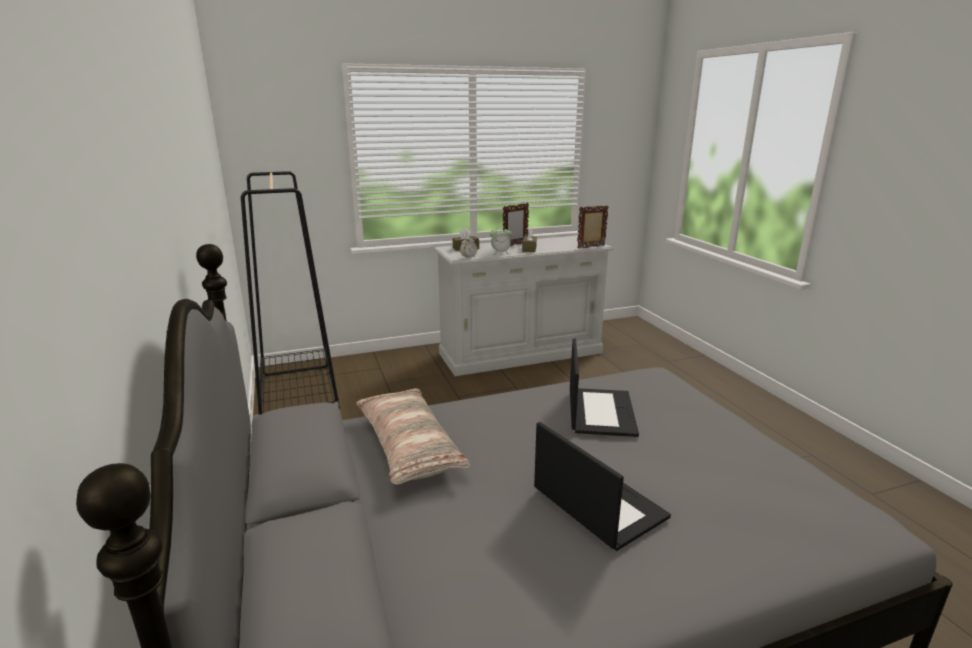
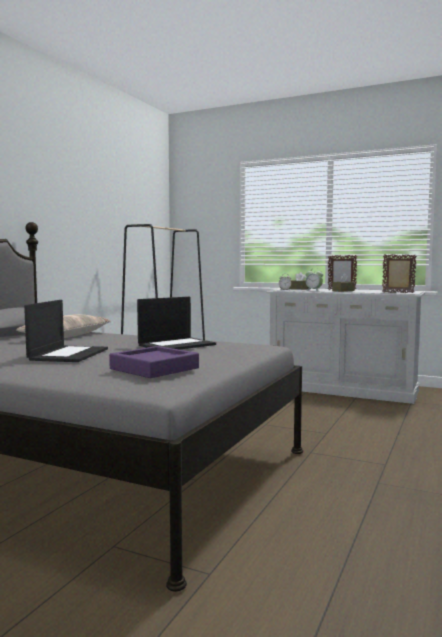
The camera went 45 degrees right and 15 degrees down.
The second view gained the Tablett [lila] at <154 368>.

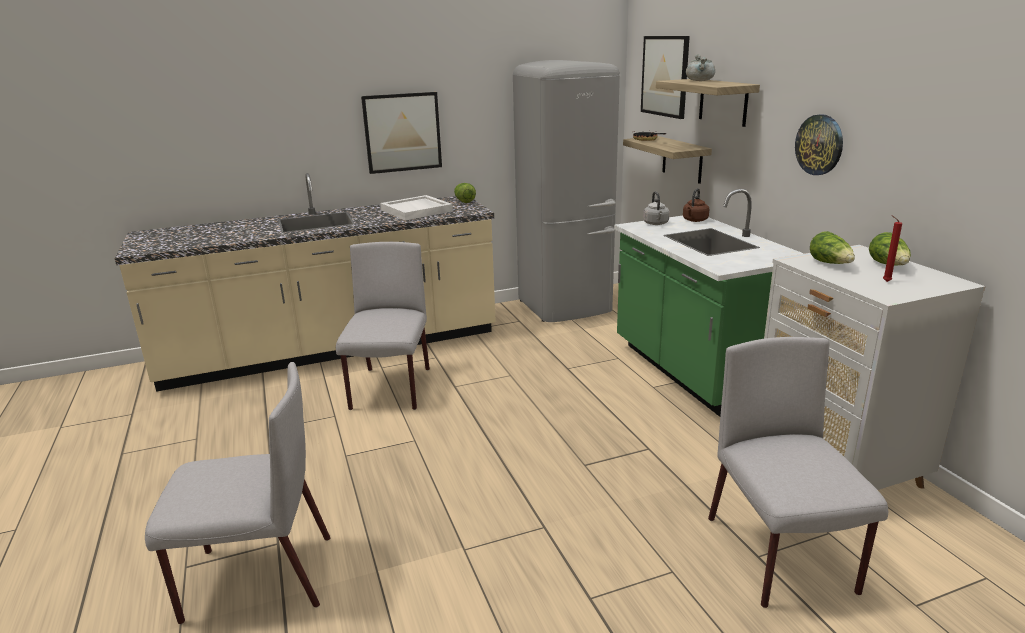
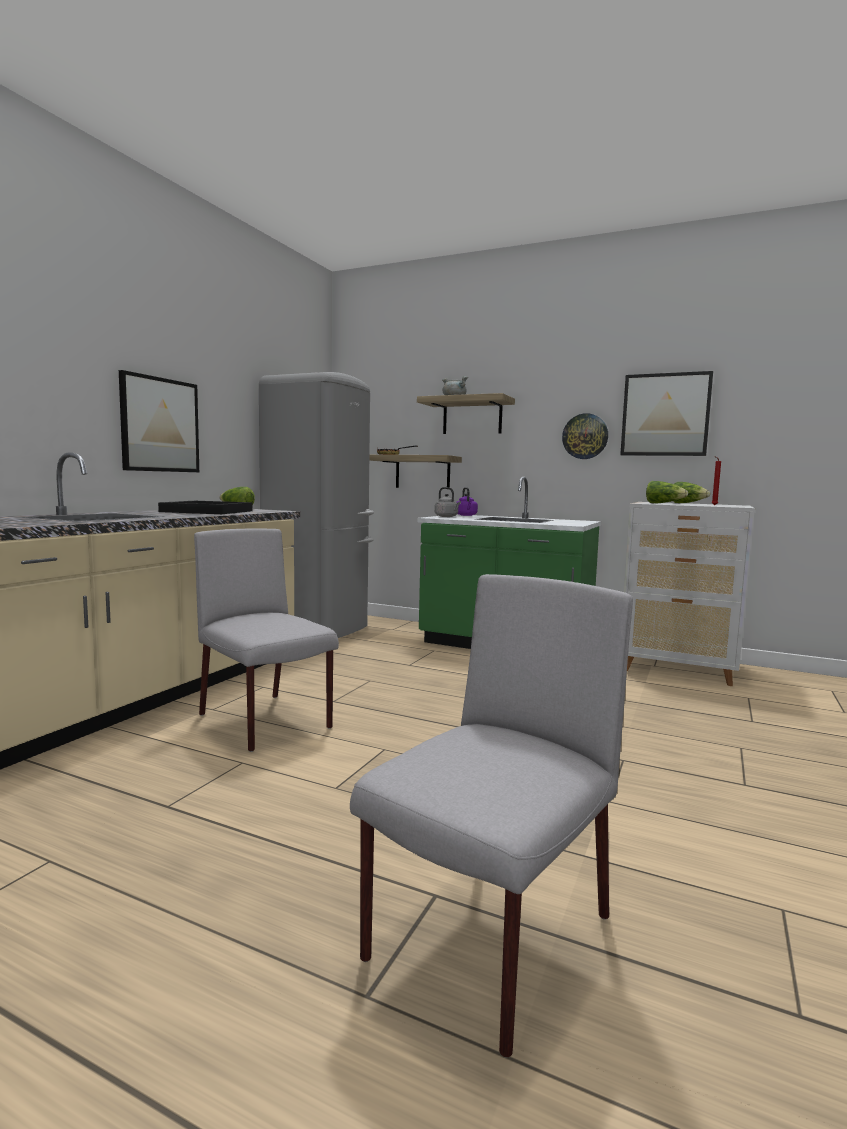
The camera went 45 degrees left and 15 degrees down.
What was the Tablett [weiß] at <417 210> turned into the Tablett [schwarz] at <208 511>.
The Bild ended up elsewhere, having gone from <665 76> to <665 415>.
What was the Wasserkessel [braun] at <694 220> turned into the Wasserkessel [lila] at <466 515>.
The second view lost the Stuhl [grau] at <781 556>.

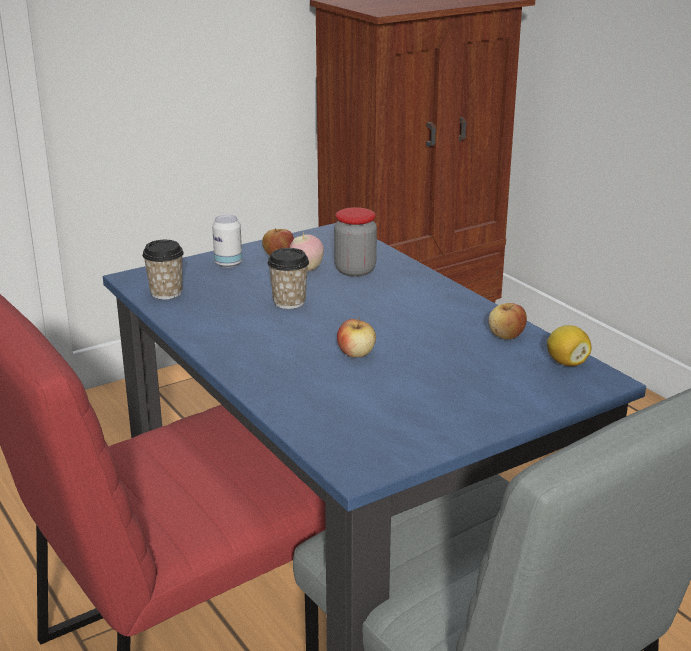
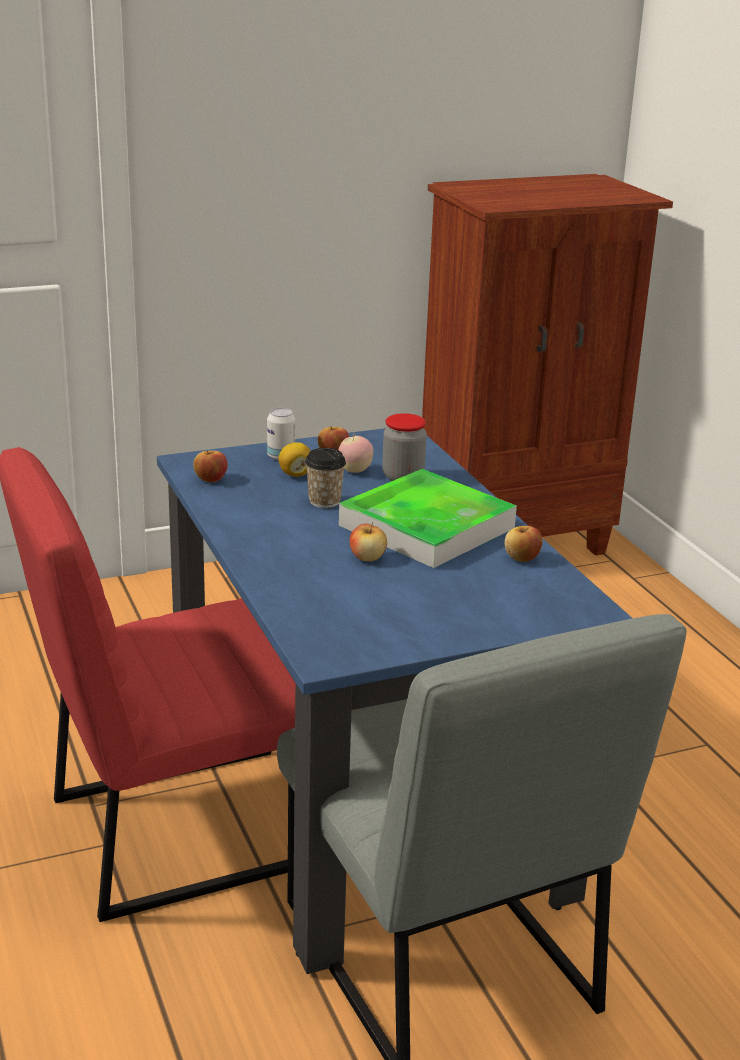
The camera went 10 degrees right and 0 degrees up.
Where the Tasse stood at <166 293>, the Apfel came to stand at <210 479>.
The Zitrone ended up elsewhere, having gone from <566 362> to <295 474>.
The second view gained the Tablett at <427 526>.

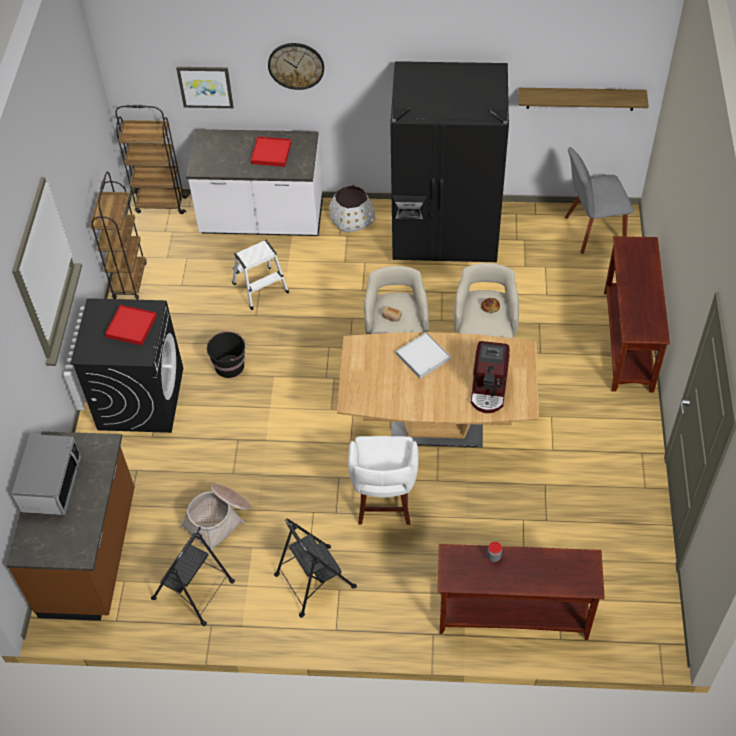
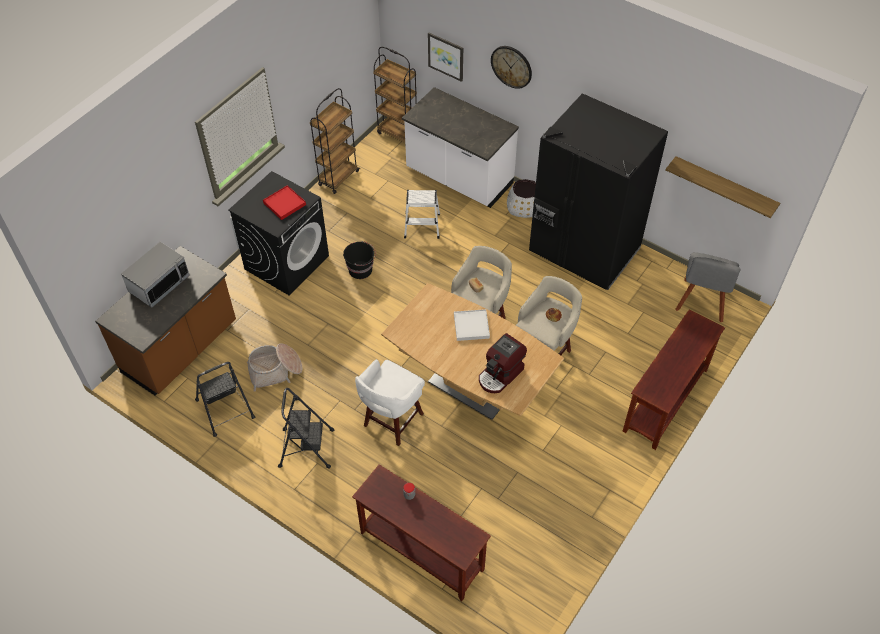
The camera went 30 degrees right and 0 degrees up.
The second view lost the Tablett [rot] at <271 153>.
The Stuhl [grau] at <591 231> ended up facing another way, 90 degrees counterclockwise from before.

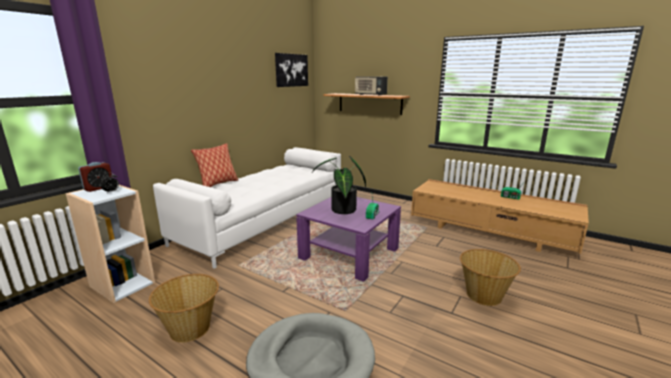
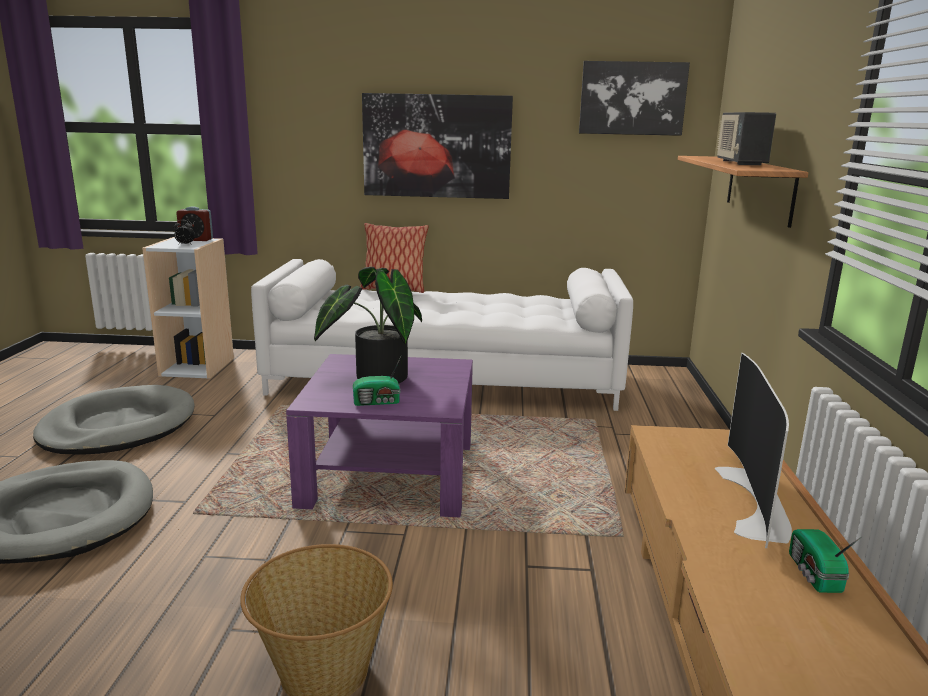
The camera went 60 degrees right and 0 degrees up.
Where the Korb stood at <190 329>, the Hundebett [grau] came to stand at <118 427>.
The second view gained the Bild at <437 146>.
The second view gained the Fernseher at <757 502>.

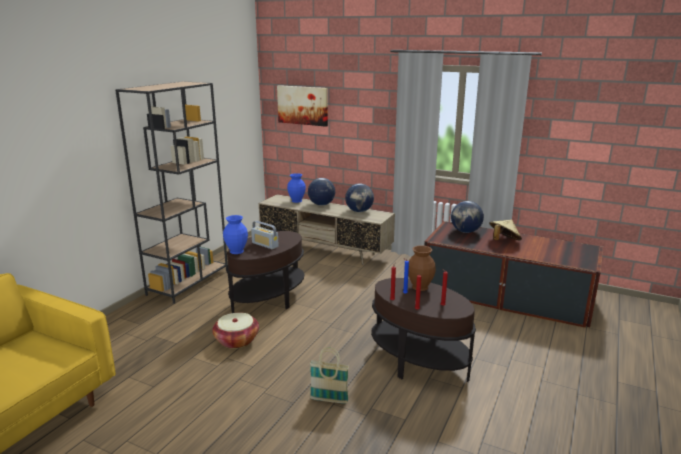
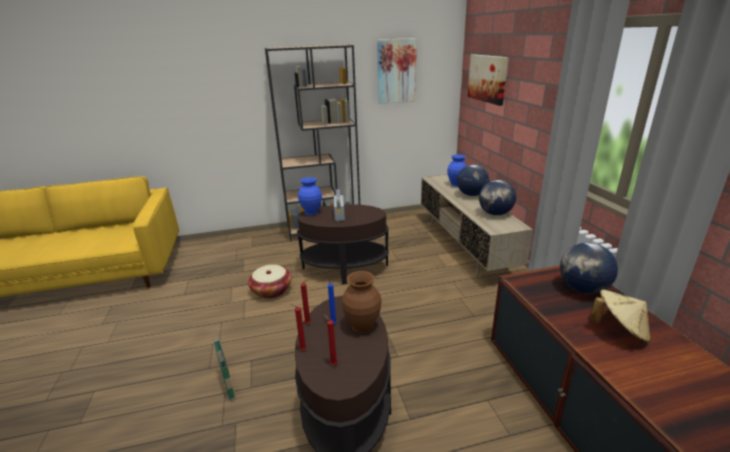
The camera went 50 degrees right and 5 degrees up.
The second view gained the Bild at <396 71>.

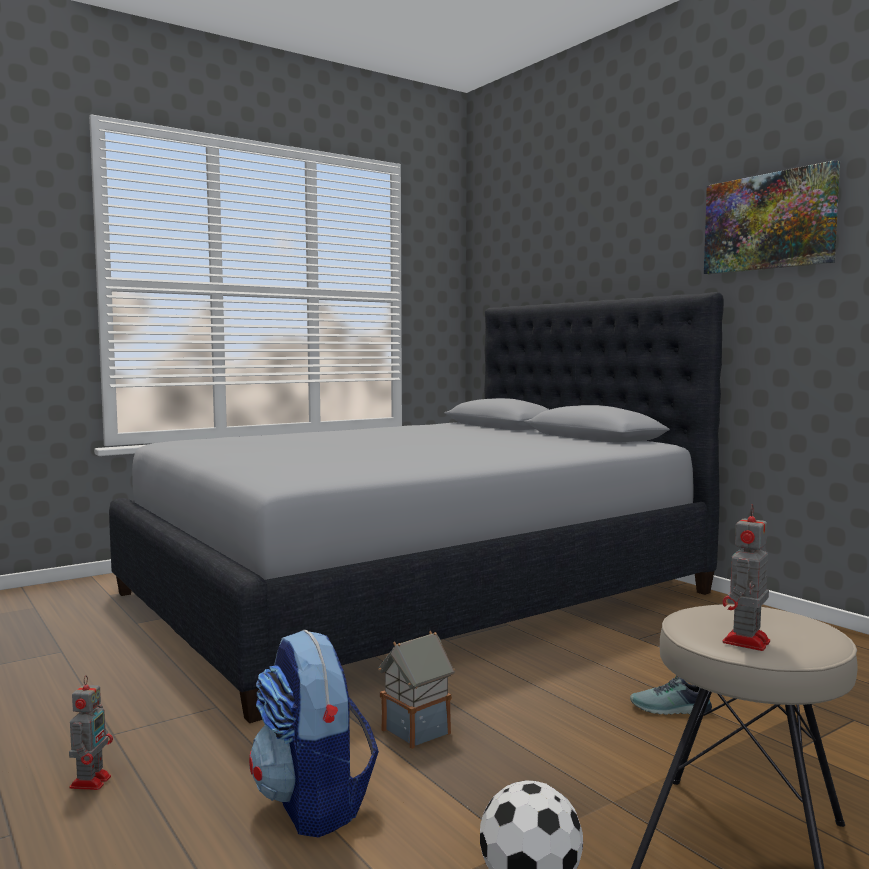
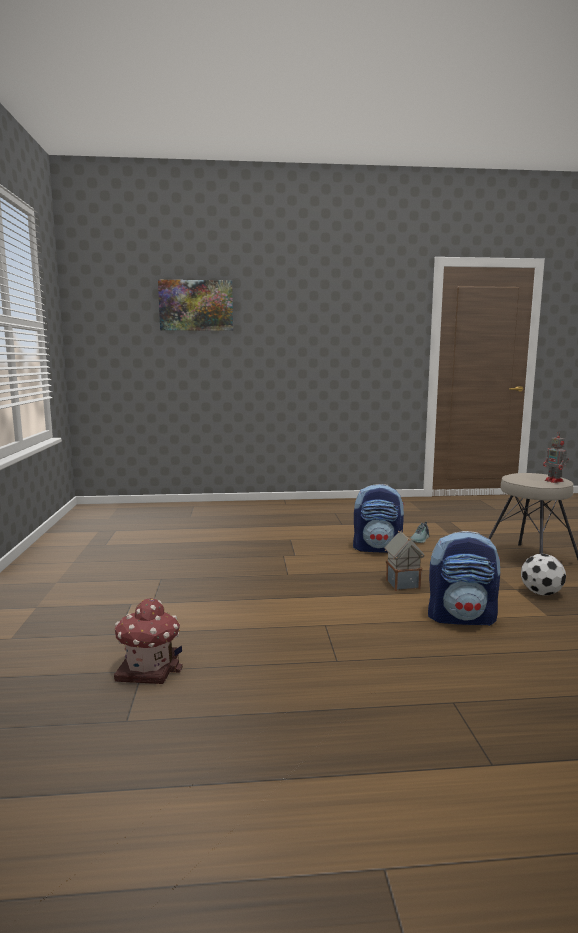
The camera went 60 degrees left and 5 degrees up.
The second view lost the Spielzeugroboter at <91 781>.
The second view lost the Bett [grau] at <416 593>.
The Bild ended up elsewhere, having gone from <769 222> to <196 305>.
The second view gained the Spielzeughaus at <149 667>.
The second view gained the Rucksack at <378 548>.

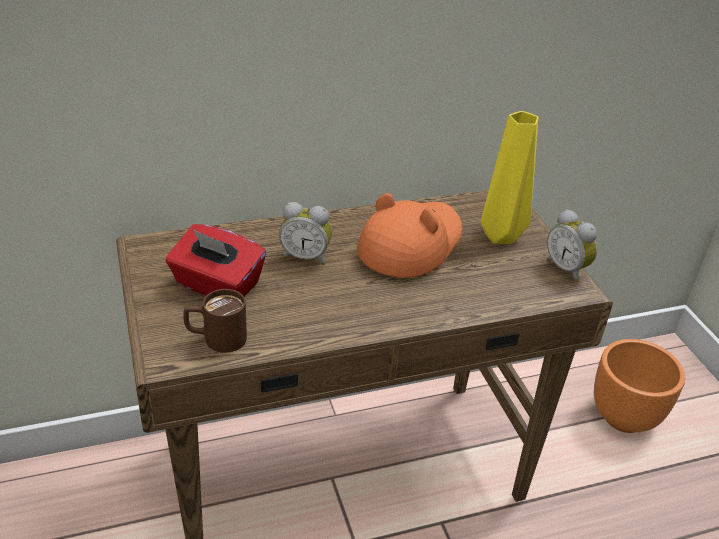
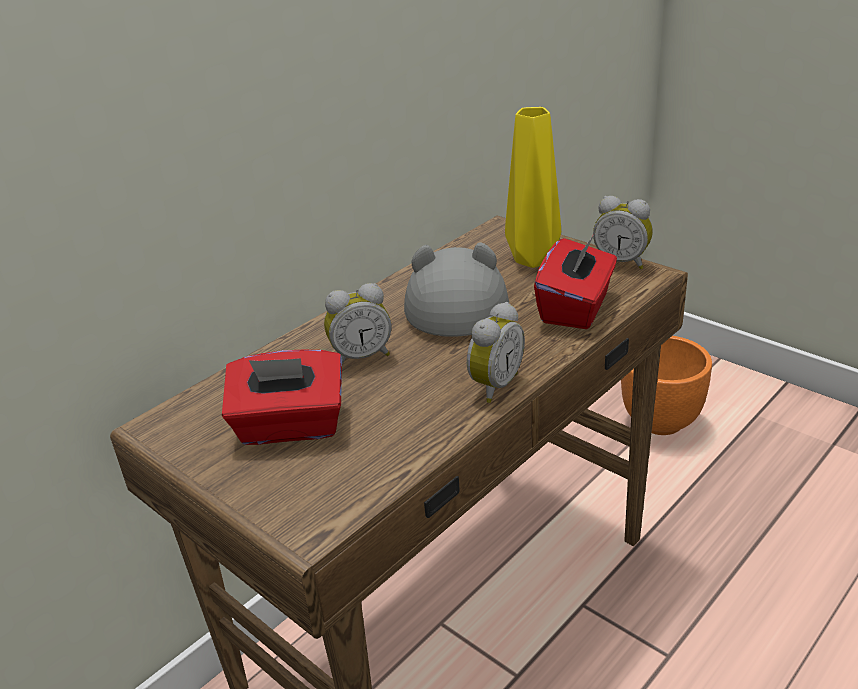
The camera went 25 degrees left and 5 degrees down.
The second view lost the Henkelbecher [braun] at <216 338>.
What was the Hut [orange] at <410 244> turned into the Hut [grau] at <456 300>.
The second view gained the Wecker at <493 385>.
The second view gained the Taschentuchbox [rot] at <576 308>.

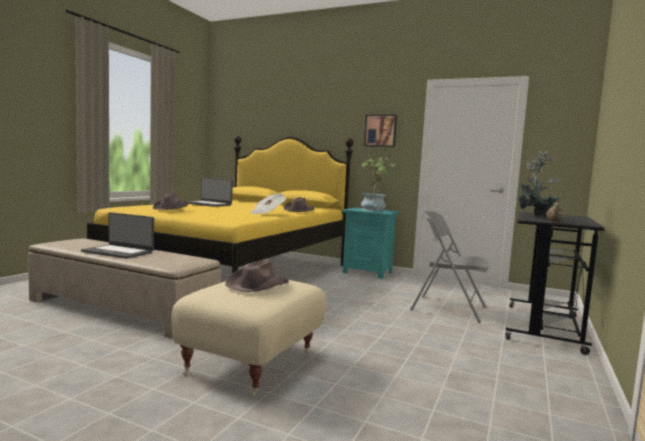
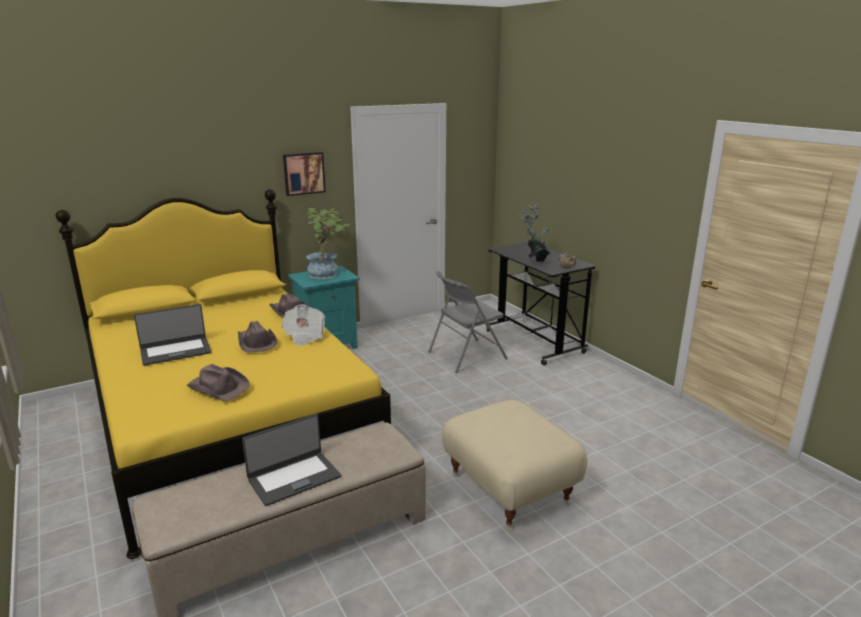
The camera went 55 degrees left and 15 degrees up.
The Hut [braun] ended up elsewhere, having gone from <257 285> to <256 342>.

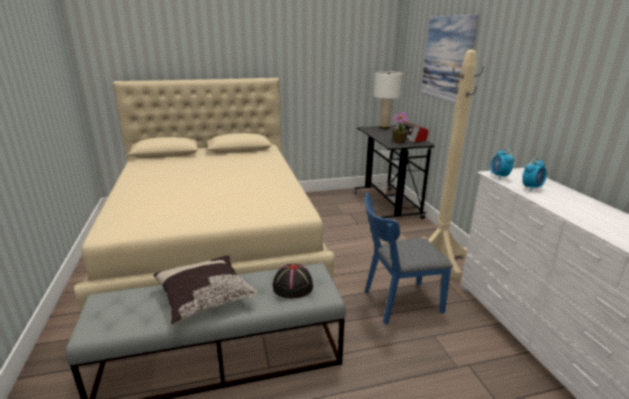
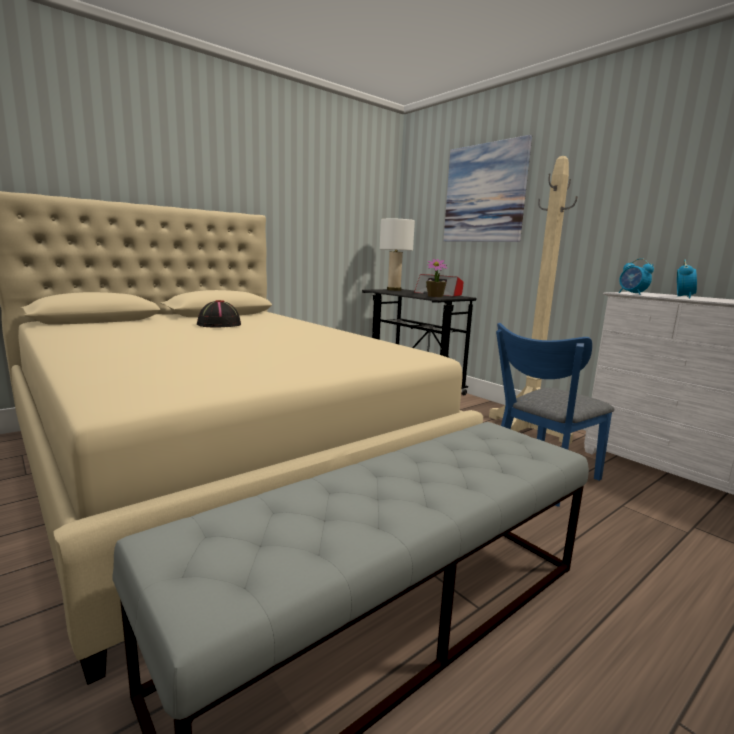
The camera went 25 degrees left and 10 degrees down.
The second view lost the Kissen at <205 297>.
The Hut [schwarz] ended up elsewhere, having gone from <292 286> to <219 325>.

